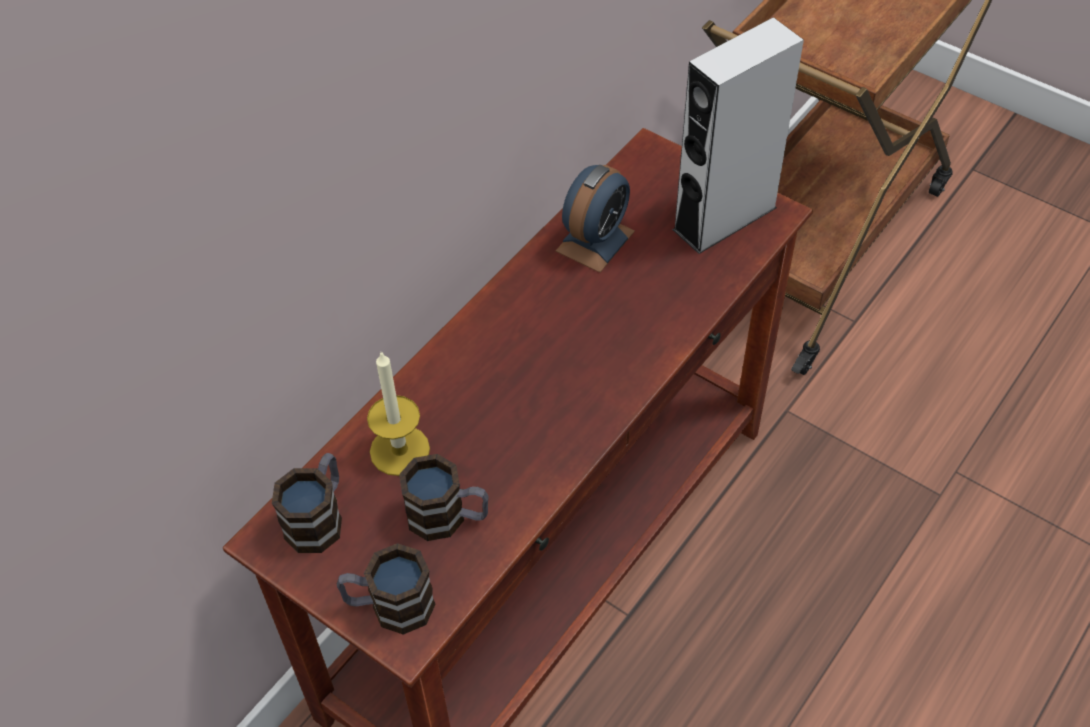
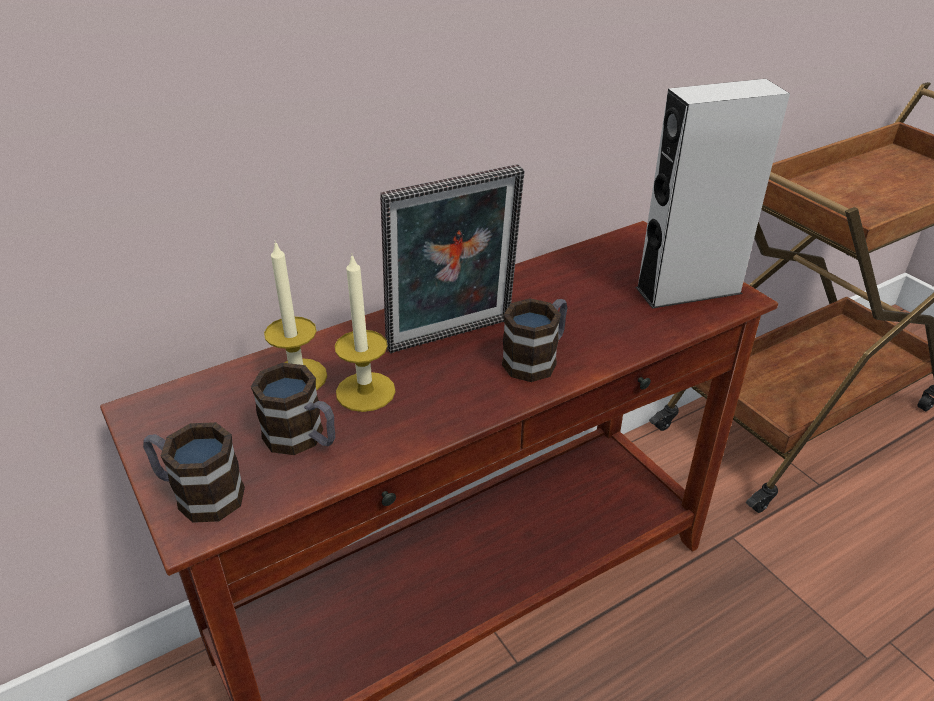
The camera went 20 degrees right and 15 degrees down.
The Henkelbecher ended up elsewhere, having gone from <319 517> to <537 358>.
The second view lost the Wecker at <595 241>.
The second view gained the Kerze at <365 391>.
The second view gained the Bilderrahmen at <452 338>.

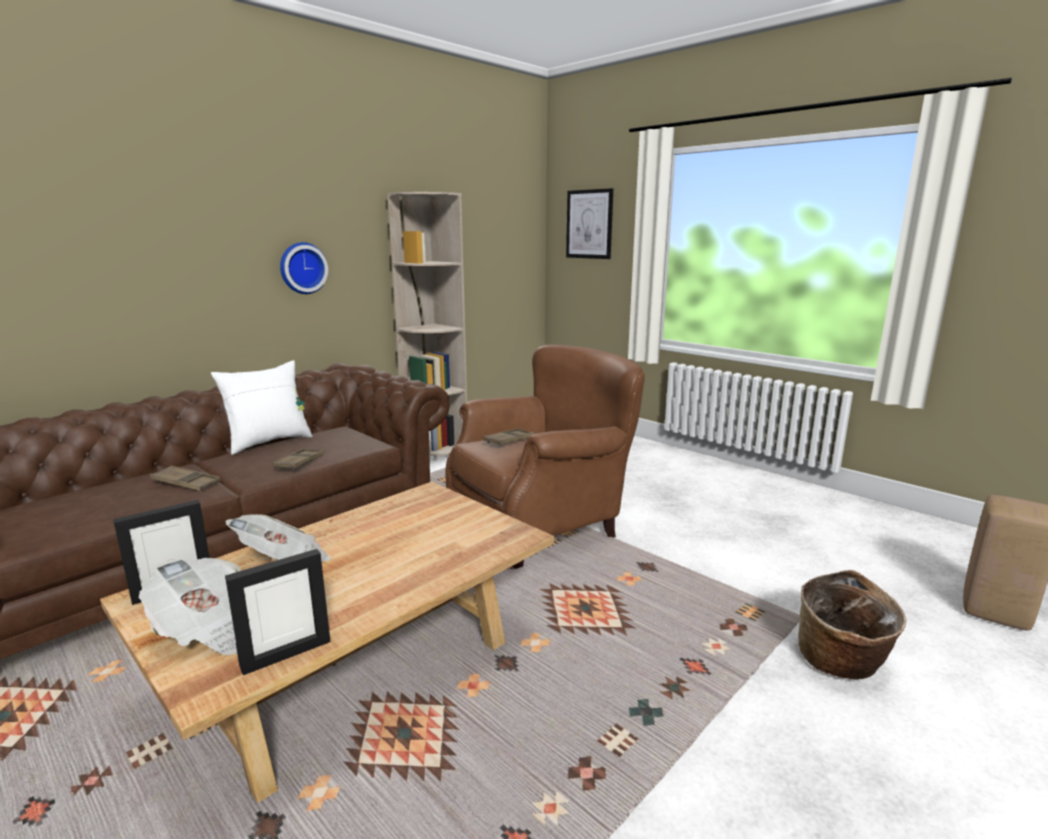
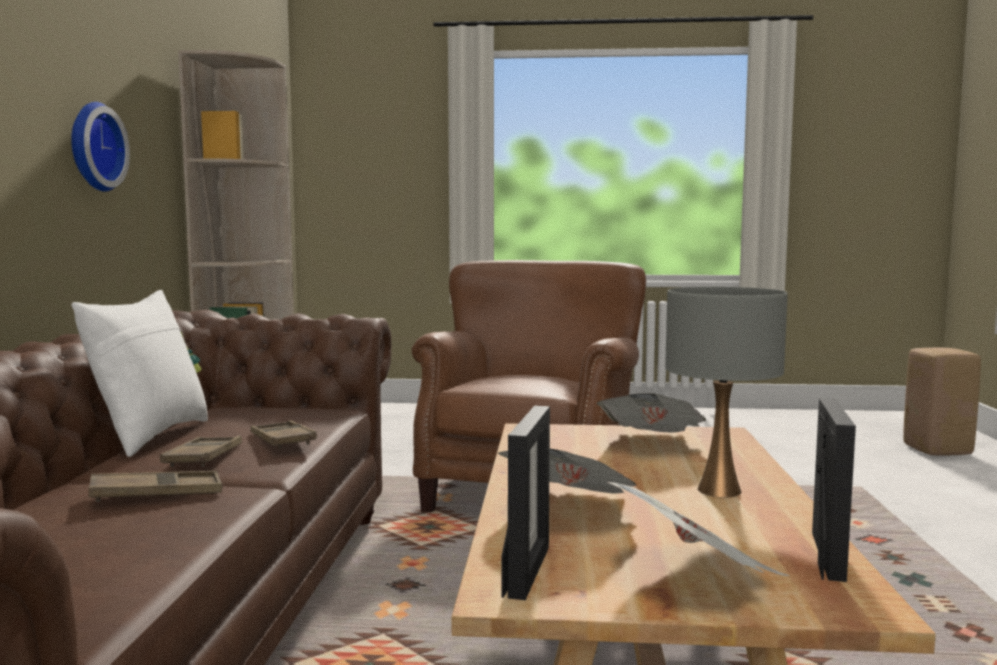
The camera went 40 degrees left and 10 degrees down.
The Tablett [braun] ended up elsewhere, having gone from <509 440> to <203 458>.
The second view lost the Bild at <589 224>.
The second view lost the Korb at <840 663>.
The second view gained the Zeitung at <652 443>.
The second view gained the Tischlampe [grau] at <720 490>.

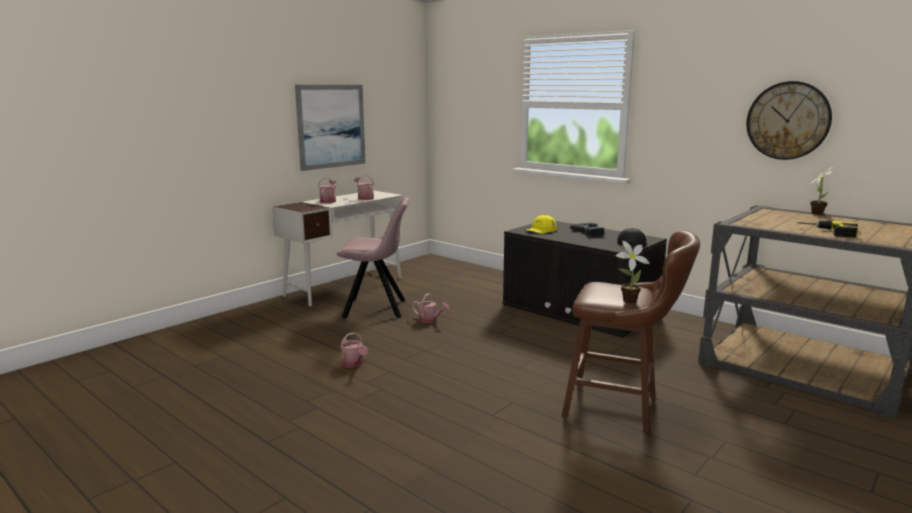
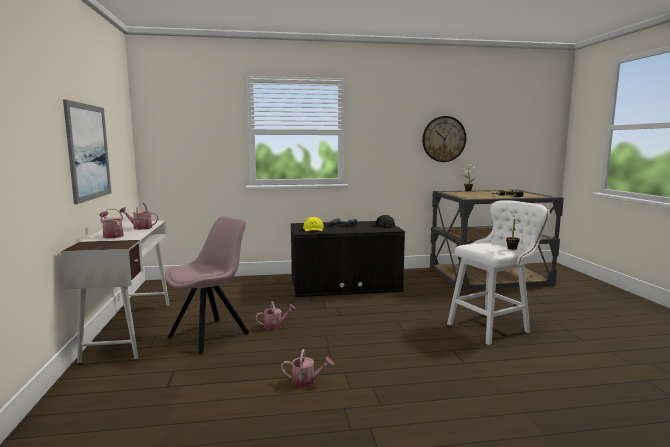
The camera went 50 degrees left and 5 degrees down.
What was the Hocker [braun] at <624 408> turned into the Hocker [weiß] at <494 326>.

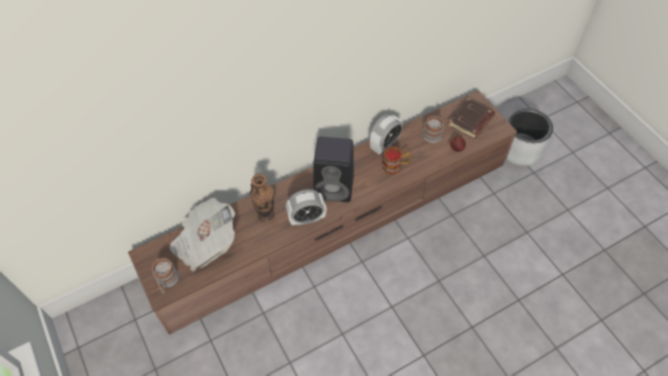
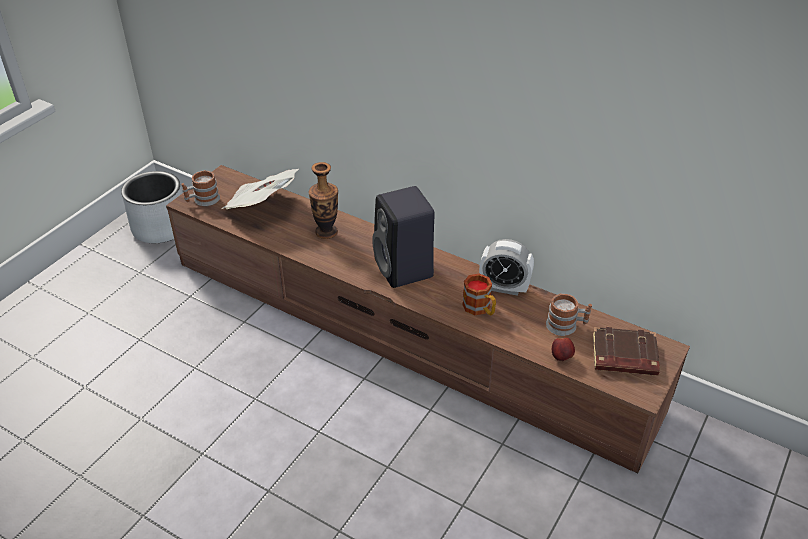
The camera went 60 degrees right and 15 degrees down.
The second view lost the Wecker at <307 218>.
The Pflanzkübel [grau] ended up elsewhere, having gone from <520 149> to <161 227>.

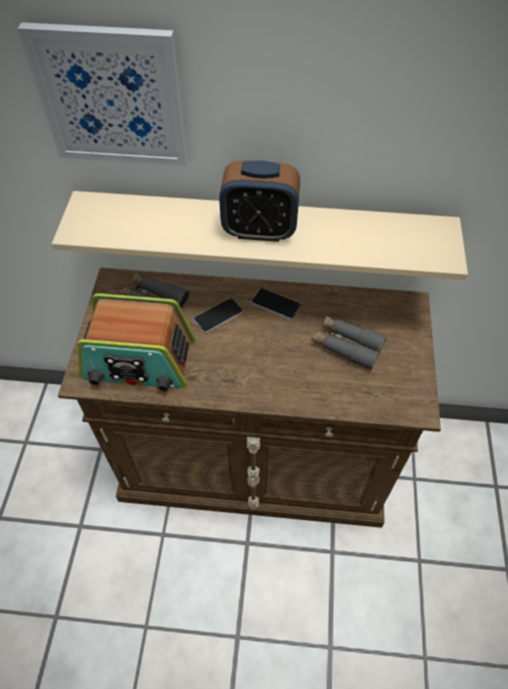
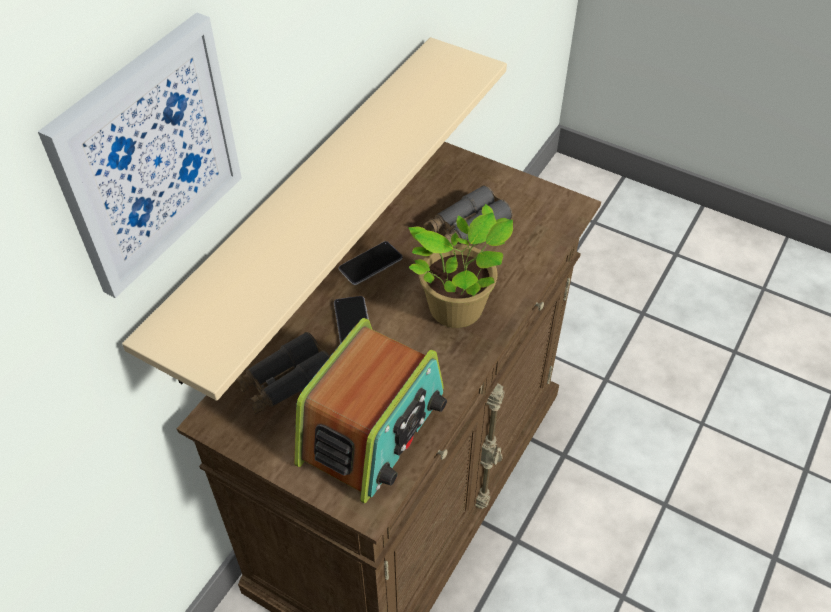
The camera went 65 degrees left and 5 degrees down.
The second view lost the Wecker at <259 230>.
The second view gained the Topfpflanze at <459 311>.

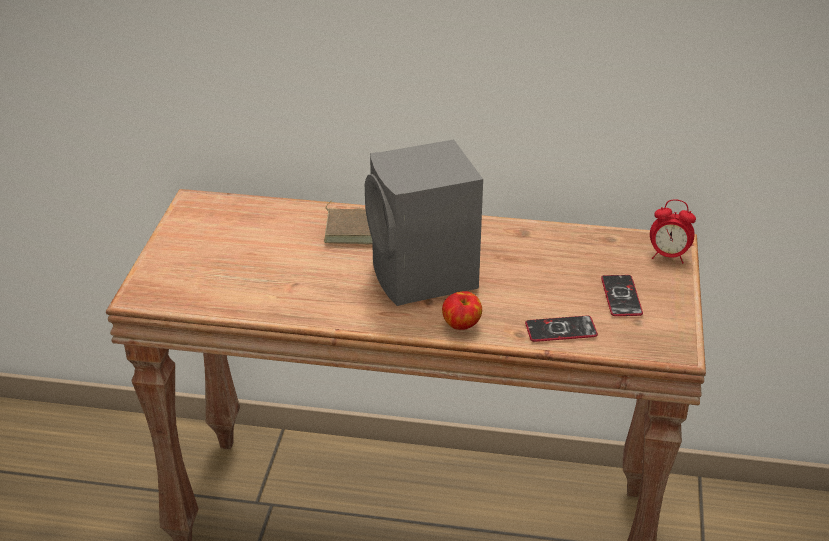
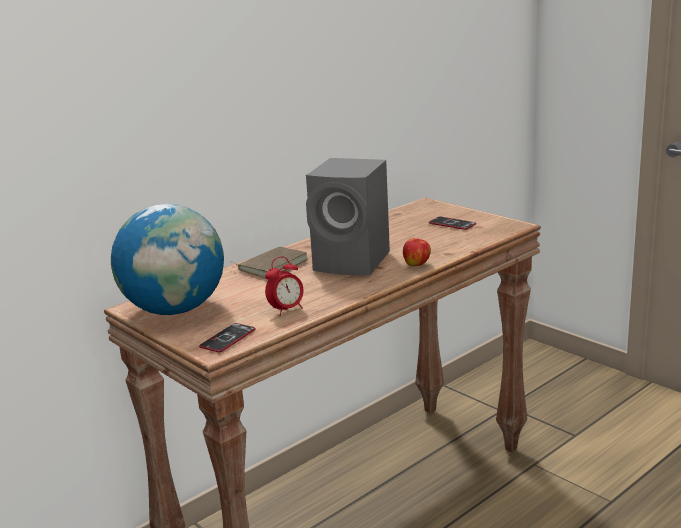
The camera went 50 degrees left and 15 degrees down.
The Handy ended up elsewhere, having gone from <561 330> to <228 339>.
The Wecker ended up elsewhere, having gone from <668 256> to <286 310>.
The second view gained the Globus at <175 310>.

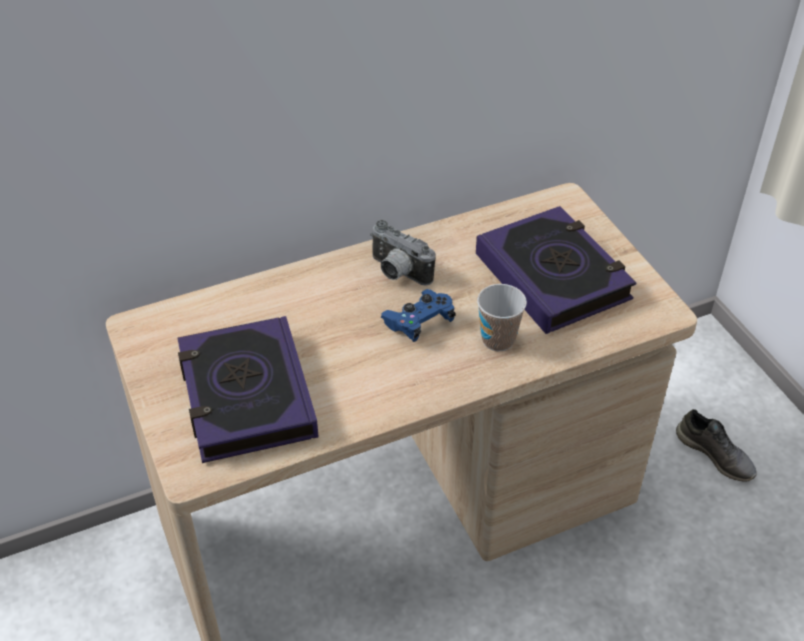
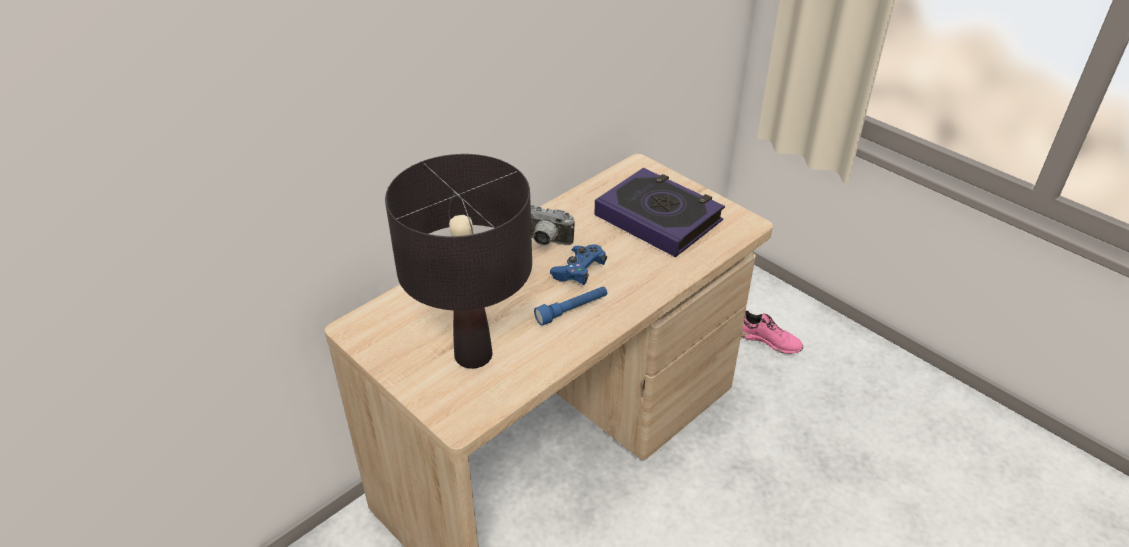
The camera went 20 degrees left and 5 degrees down.
Where the Buch stood at <246 396>, the Tischlampe [schwarz] came to stand at <473 356>.
The second view lost the Tasse at <498 340>.
What was the Schuh [grau] at <715 454> turned into the Schuh [rosa] at <768 340>.
The second view gained the Taschenlampe [blau] at <572 310>.

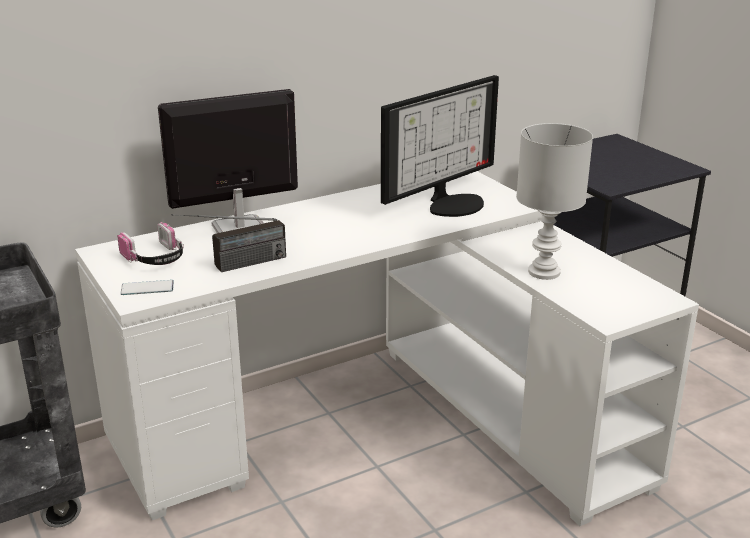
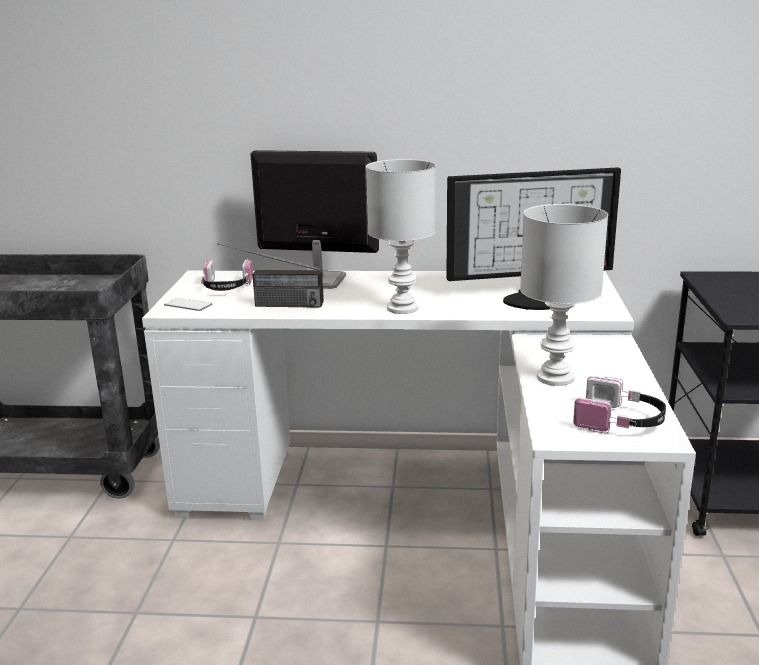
The camera went 35 degrees right and 5 degrees down.
The second view gained the Tischlampe [weiß] at <402 308>.
The second view gained the Kopfhörer at <620 421>.

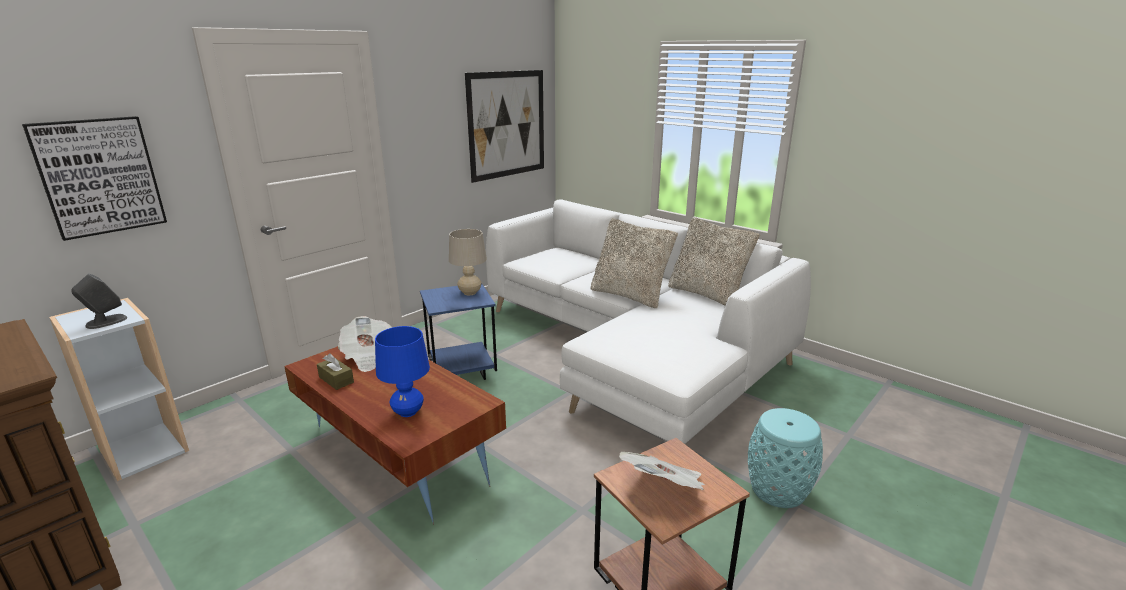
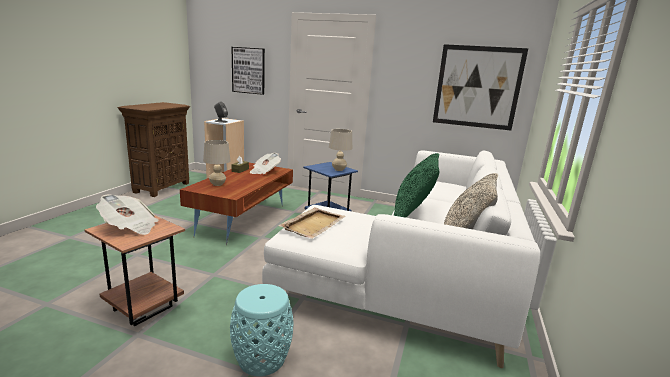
The camera went 65 degrees right and 5 degrees down.
What was the Tischlampe [blau] at <408 412> turned into the Tischlampe [beige] at <217 184>.
What was the Kissen [beige] at <630 294> turned into the Kissen [grün] at <412 214>.
The second view gained the Tablett [beige] at <313 224>.

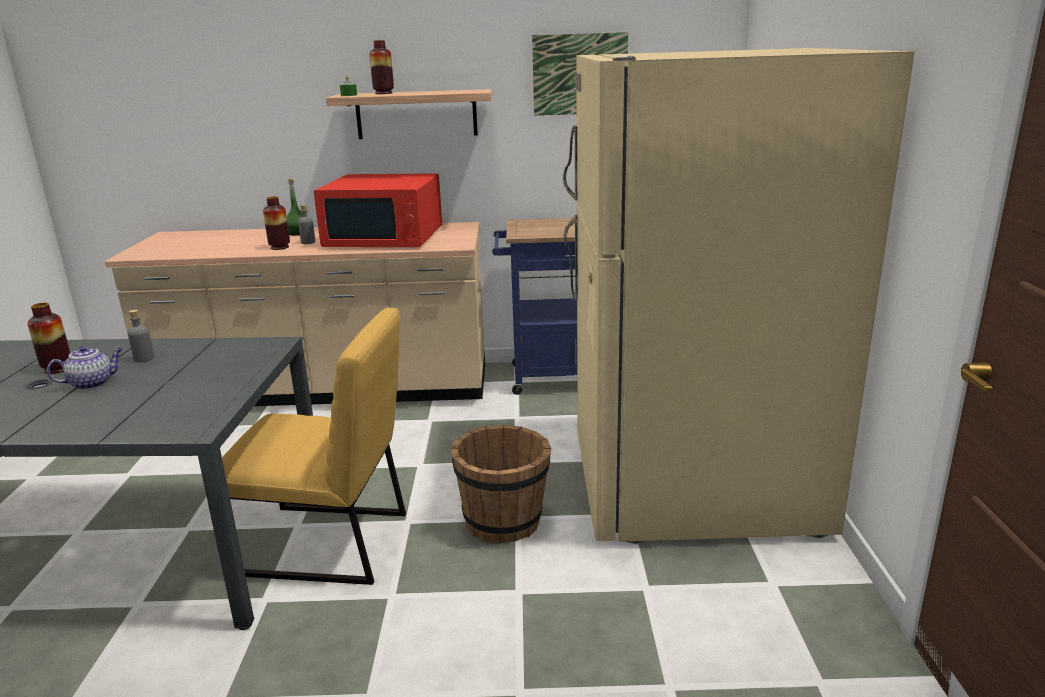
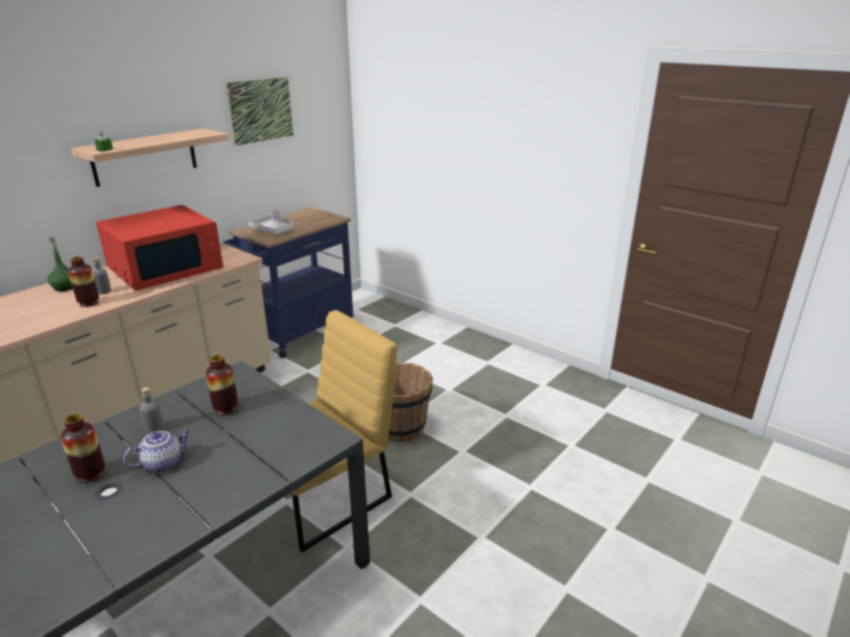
The camera went 50 degrees left and 5 degrees up.
The Teekanne at <92 383> ended up facing another way, 45 degrees clockwise from before.
The Vase ended up elsewhere, having gone from <383 93> to <226 409>.
The second view lost the Kühlschrank [beige] at <693 483>.
The second view gained the Tablett [grau] at <273 230>.

